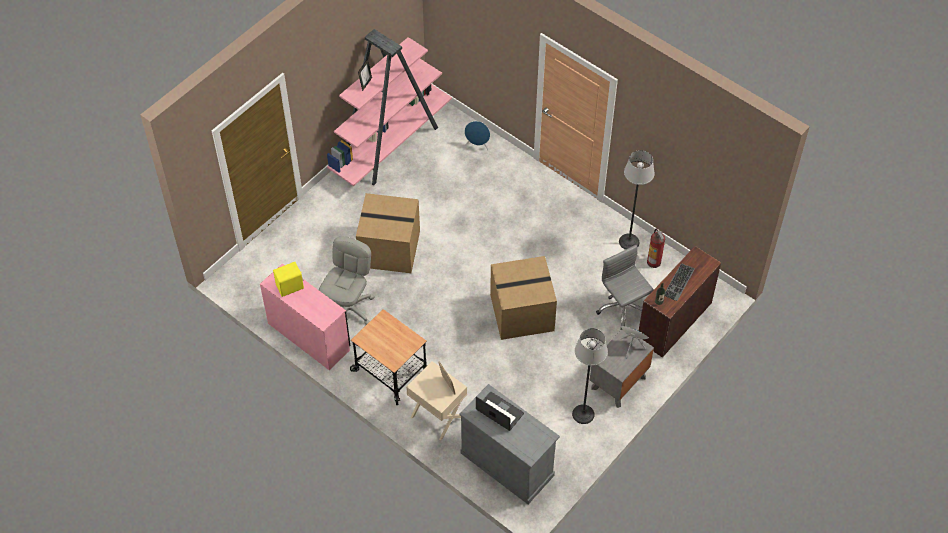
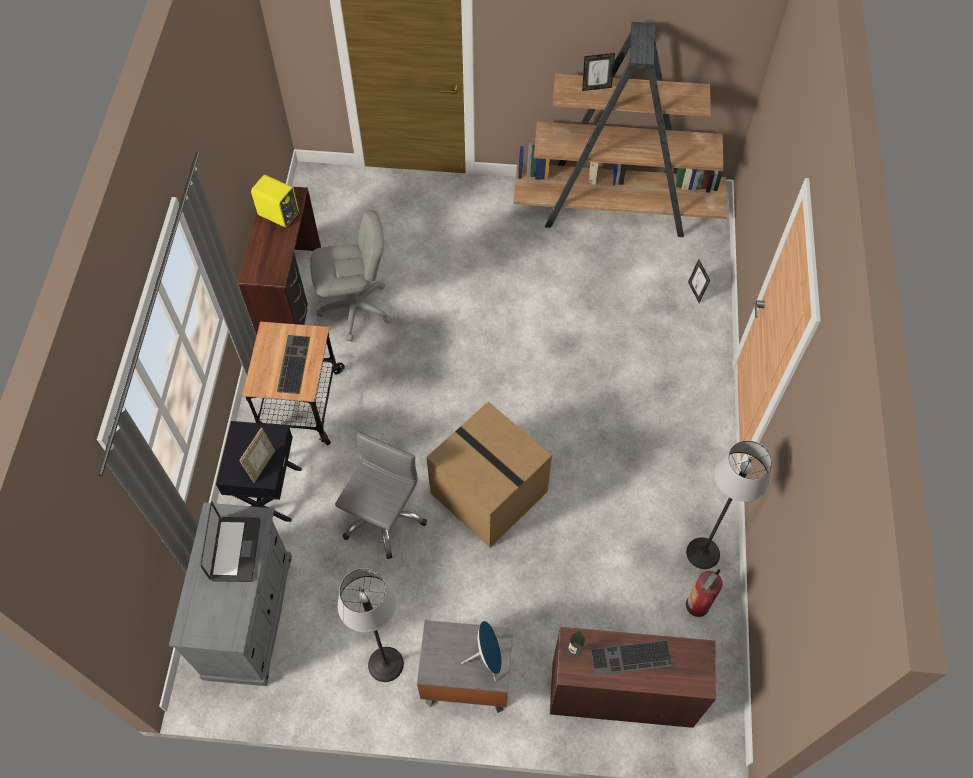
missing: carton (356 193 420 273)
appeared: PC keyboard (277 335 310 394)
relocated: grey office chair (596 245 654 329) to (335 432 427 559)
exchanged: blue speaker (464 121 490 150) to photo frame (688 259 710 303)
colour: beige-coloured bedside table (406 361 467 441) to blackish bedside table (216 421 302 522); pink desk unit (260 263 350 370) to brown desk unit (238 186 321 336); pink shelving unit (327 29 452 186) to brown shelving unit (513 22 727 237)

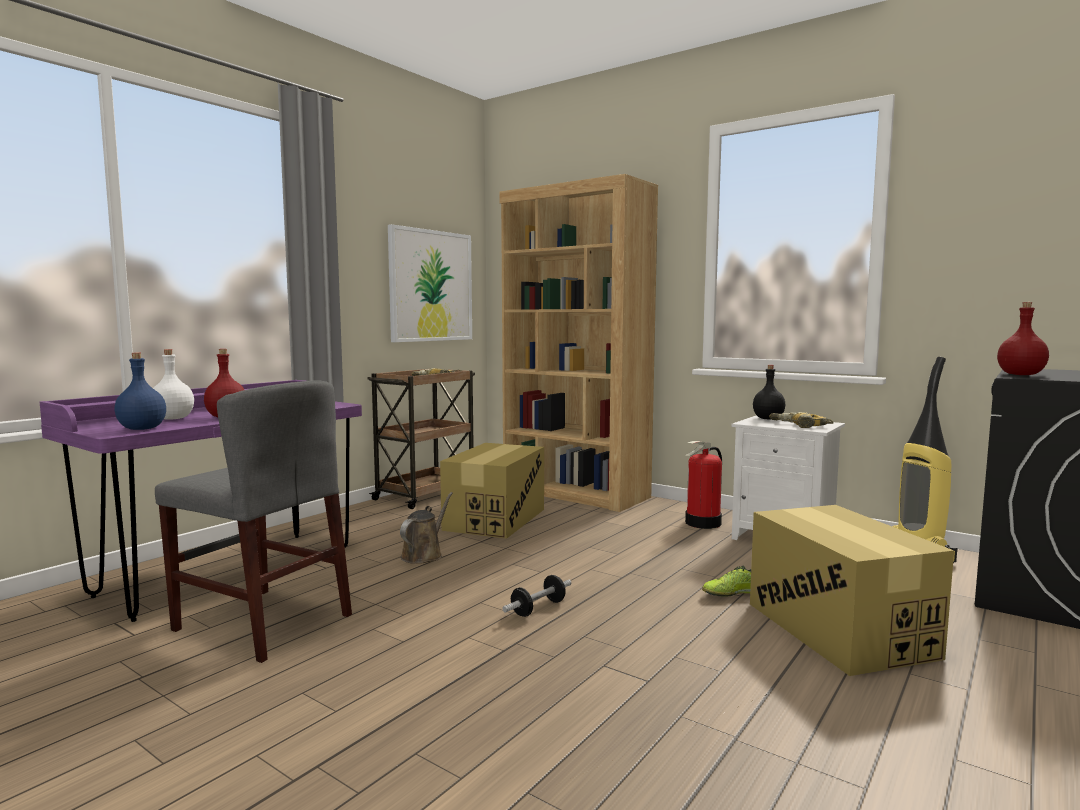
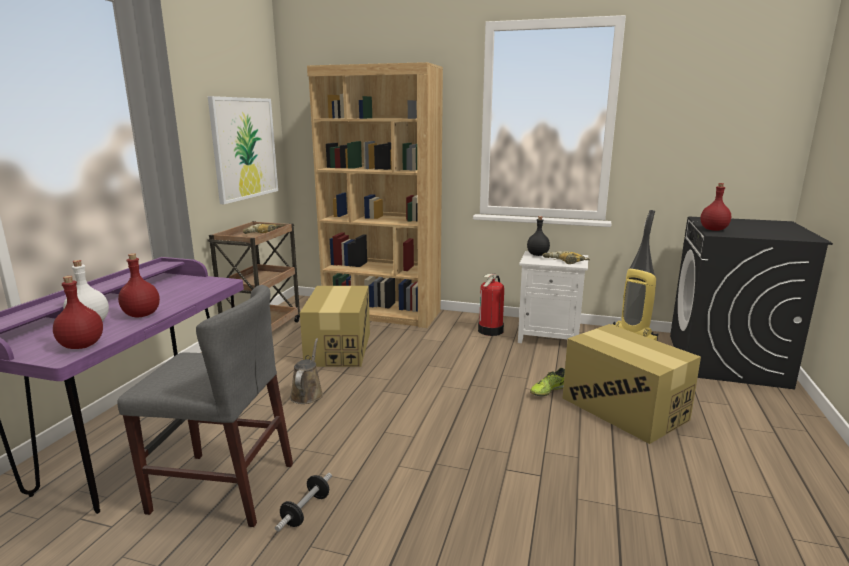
relocated: hand weight (502 575 571 617) to (275 473 332 532)
colour: blue bottle (115 353 166 430) to red-coloured bottle (53 276 103 349)

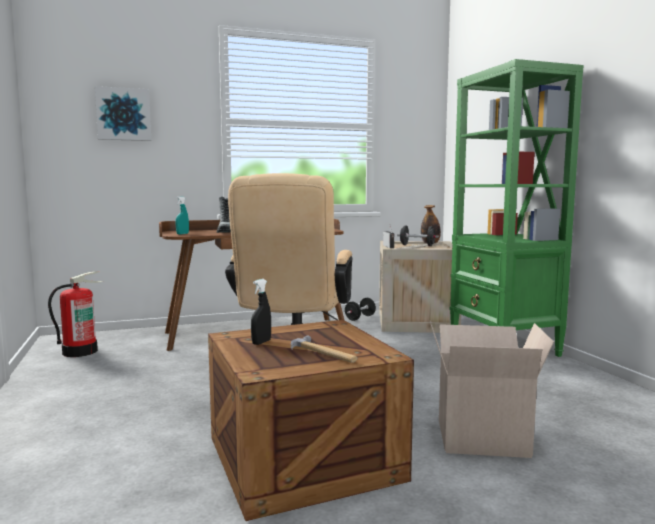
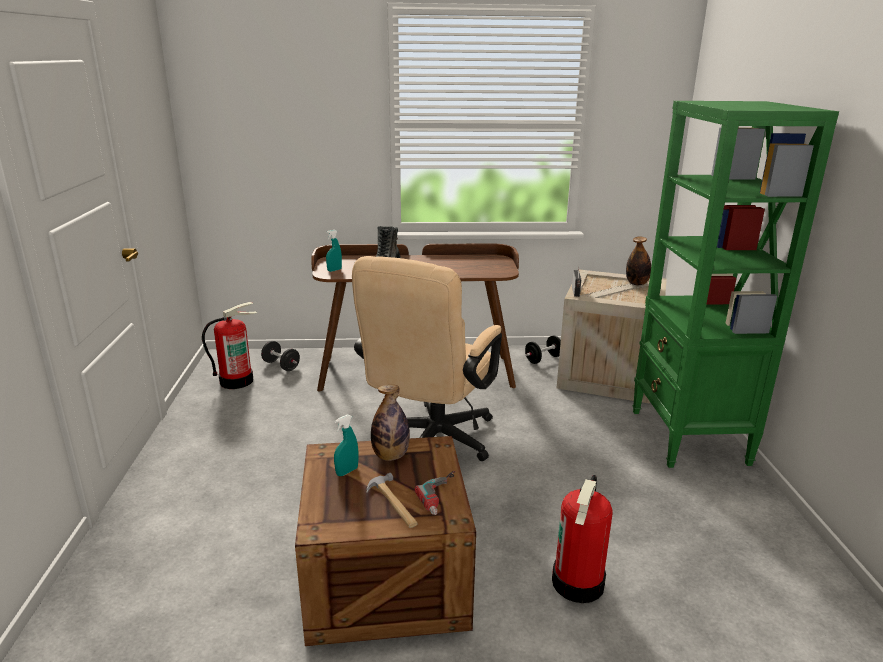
missing: wall art (95 86 151 141)
appeared: bottle (371 385 410 461); electric drill (415 471 456 515)
relocated: blackish hand weight (397 226 439 246) to (261 341 300 371)
exchanged: carton (430 321 554 458) to extinguisher (552 475 613 603)
colour: blackish sprayer (251 279 271 345) to blue-green sprayer (334 414 358 476)

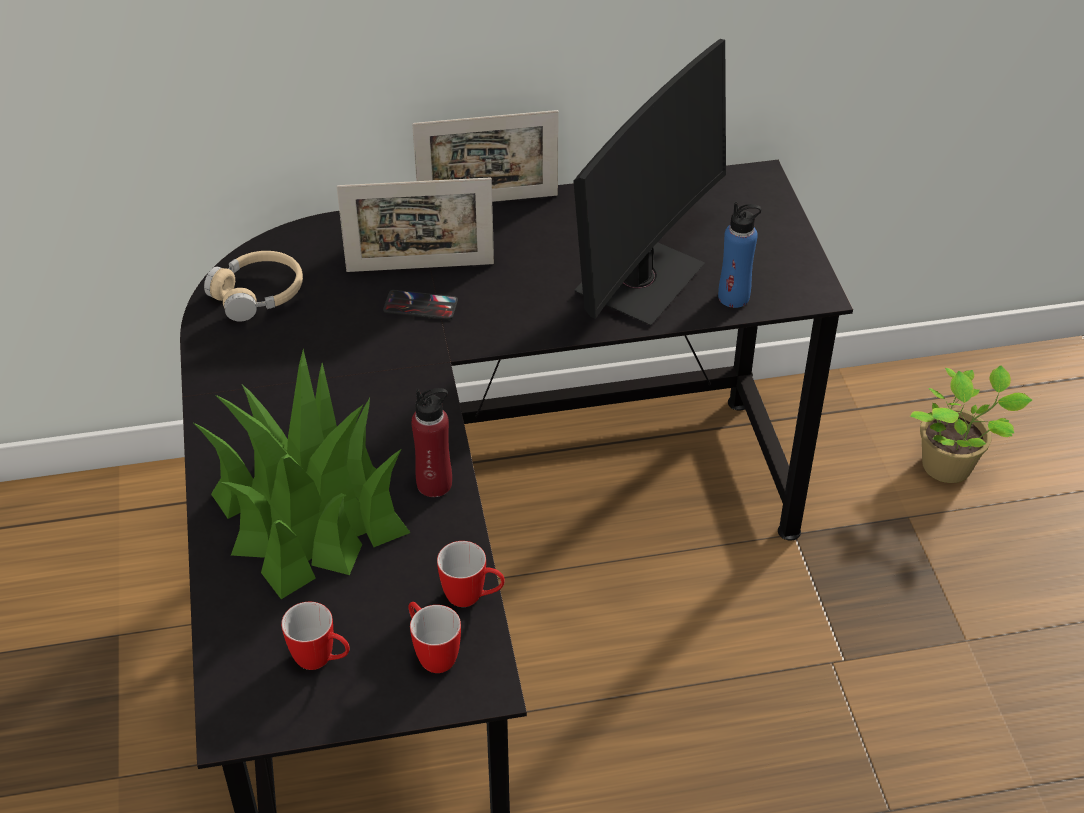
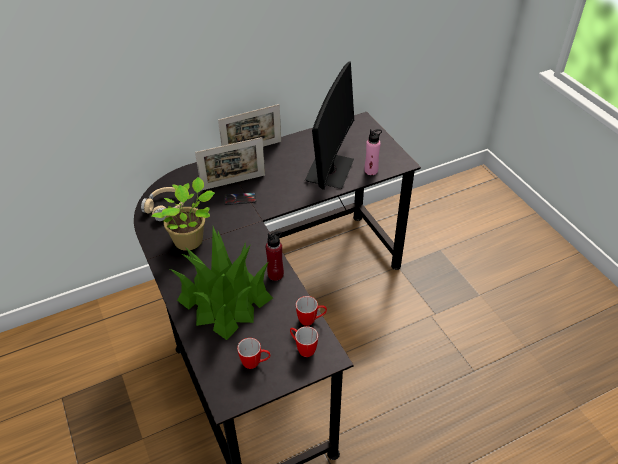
relocated: plant in a pot (910 365 1032 483) to (151 177 215 251)
colour: blue bottle (718 201 762 308) to pink bottle (364 129 382 175)

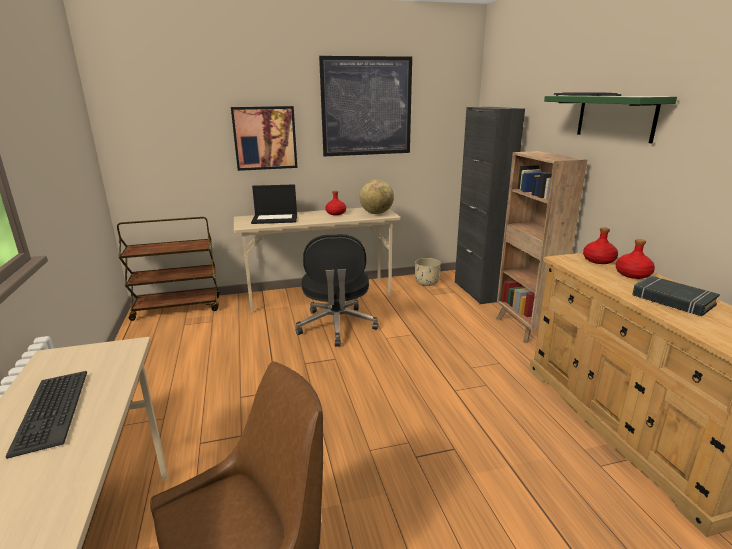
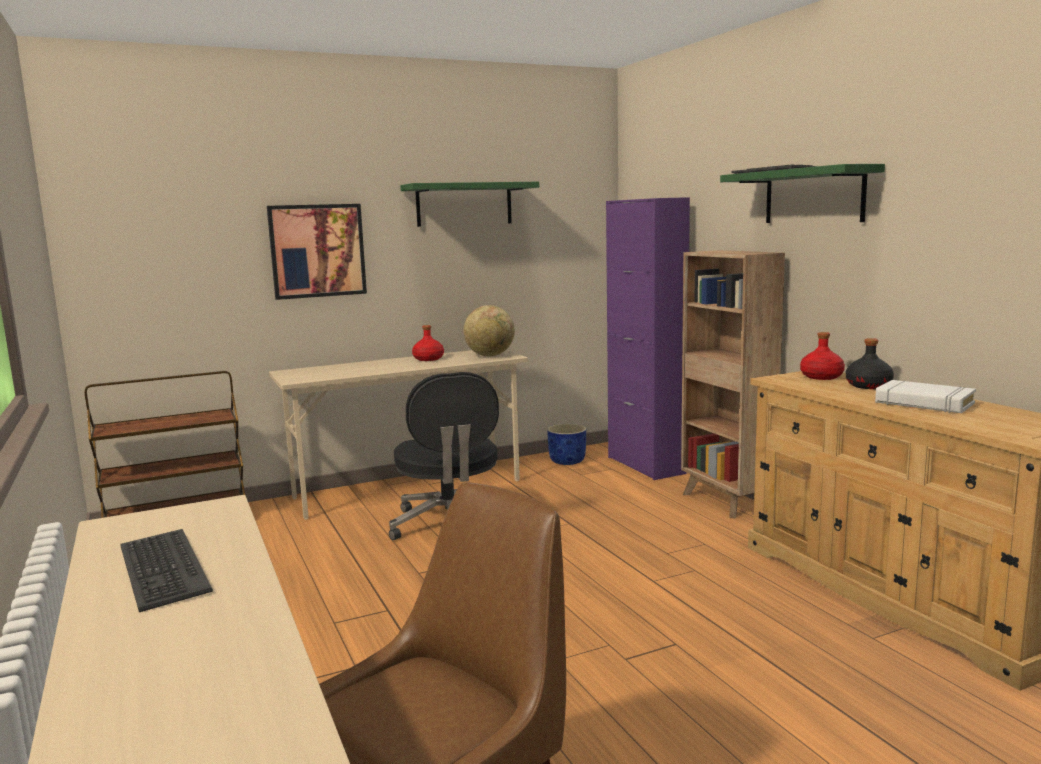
missing: portable computer (251 184 297 224)
exchanged: wall art (319 56 412 156) to green-coloured wall shelf (400 182 539 227)
colour: beige-coloured flower pot (415 258 441 286) to blue flower pot (547 424 586 465); blackish storage cabinet (455 107 525 304) to purplish storage cabinet (606 197 690 480); red-coloured bottle (616 239 655 279) to blackish bottle (846 338 894 389); blackish volume (632 276 720 316) to white volume (875 380 976 413)

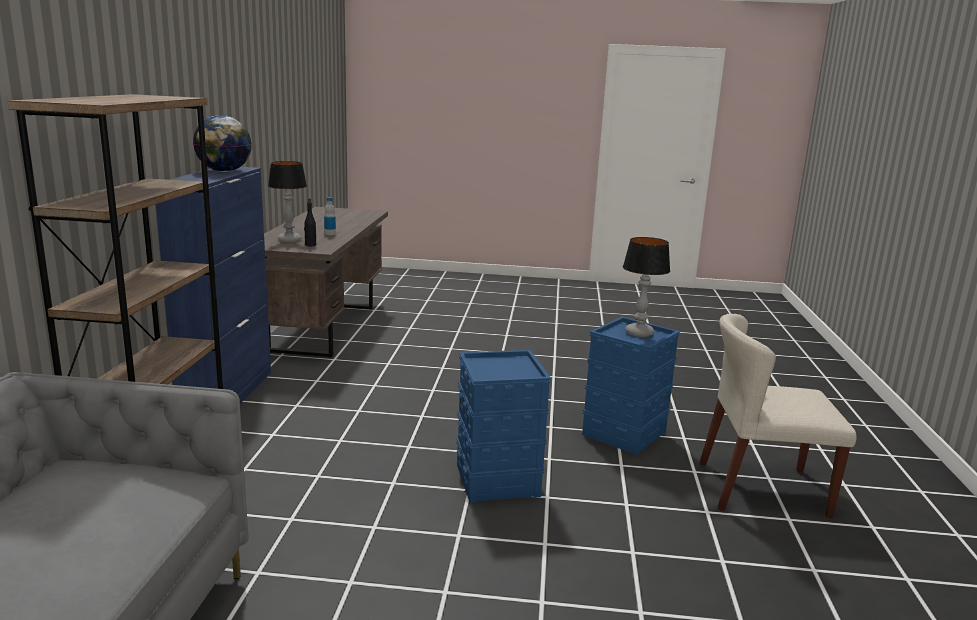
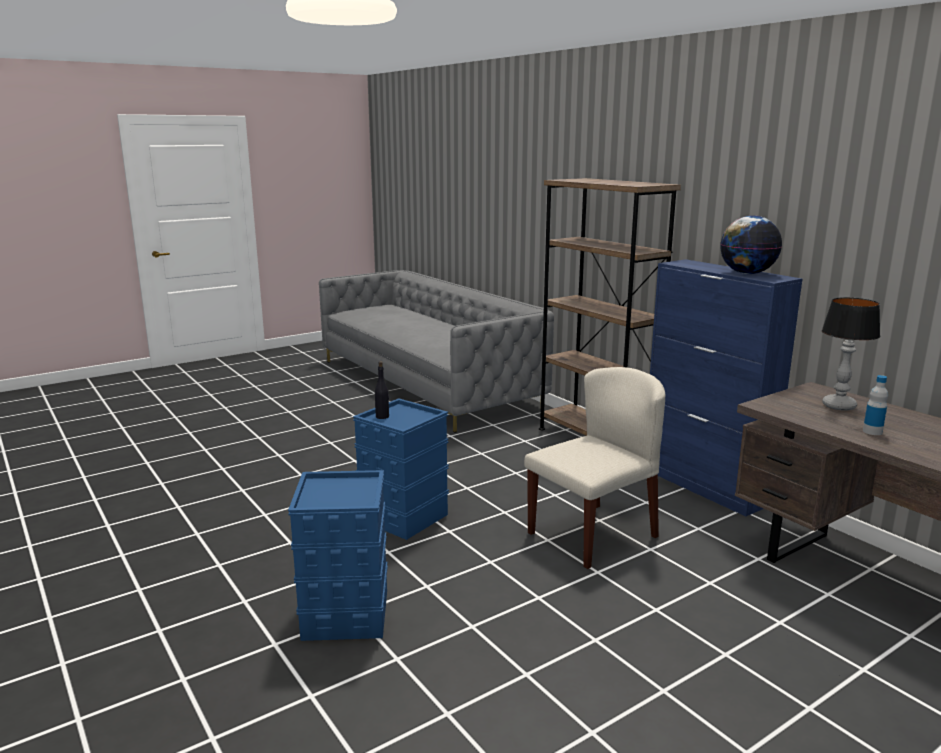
missing: lamp for a table (623 237 670 337)
relocated: blackish bottle (304 198 316 246) to (375 361 389 419); beige-coloured chair (700 314 857 518) to (524 367 665 569)

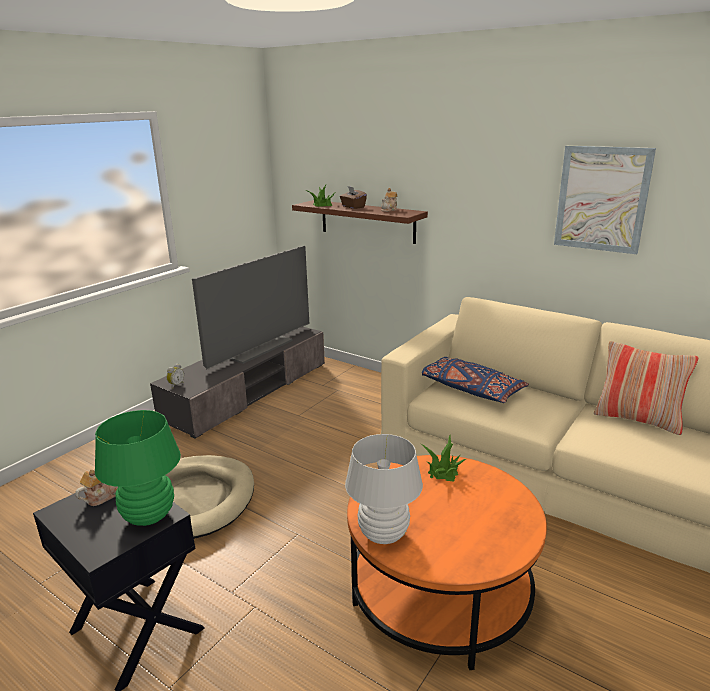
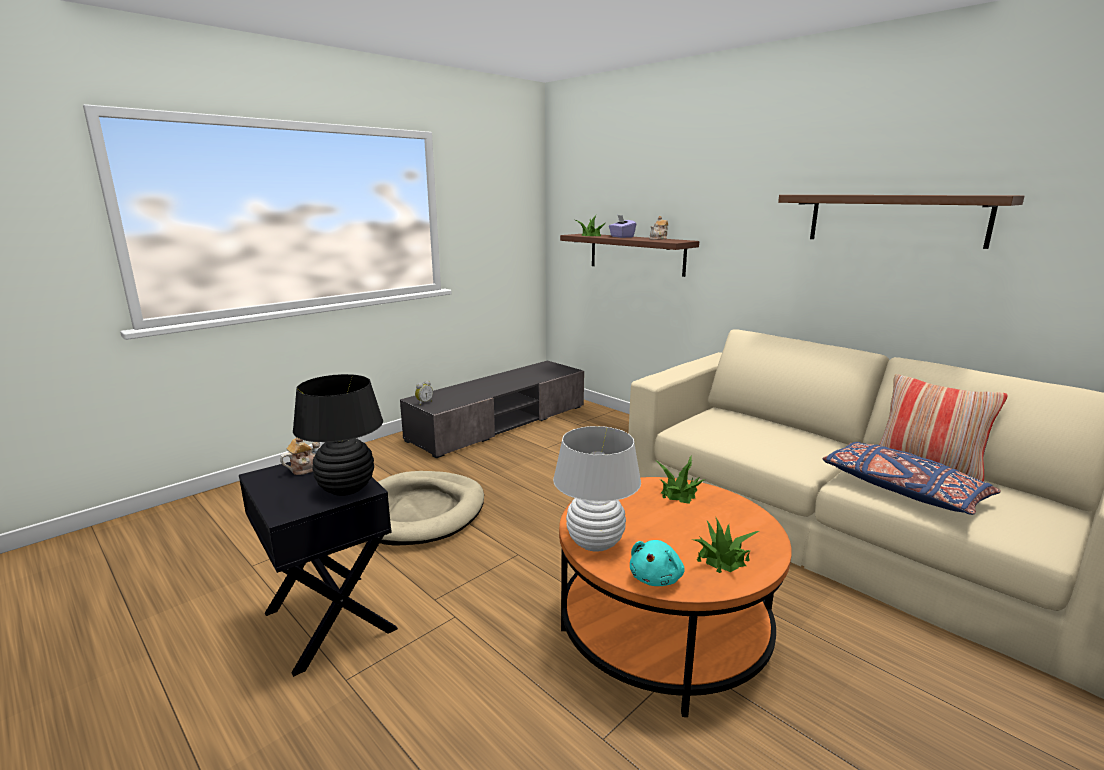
missing: TV (192 246 309 370)
appeared: blue-green plush toy (630 540 685 586); plant in a pot (692 518 759 573)
relocated: blue throw pillow (422 357 529 403) to (823 442 1001 515)
exchanged: wall art (554 146 656 254) to brown wall shelf (778 195 1024 249)
colour: green-coloured lamp for a table (95 410 181 526) to blackish lamp for a table (293 374 383 496); brown tissue box (340 186 367 209) to purplish tissue box (609 215 636 238)

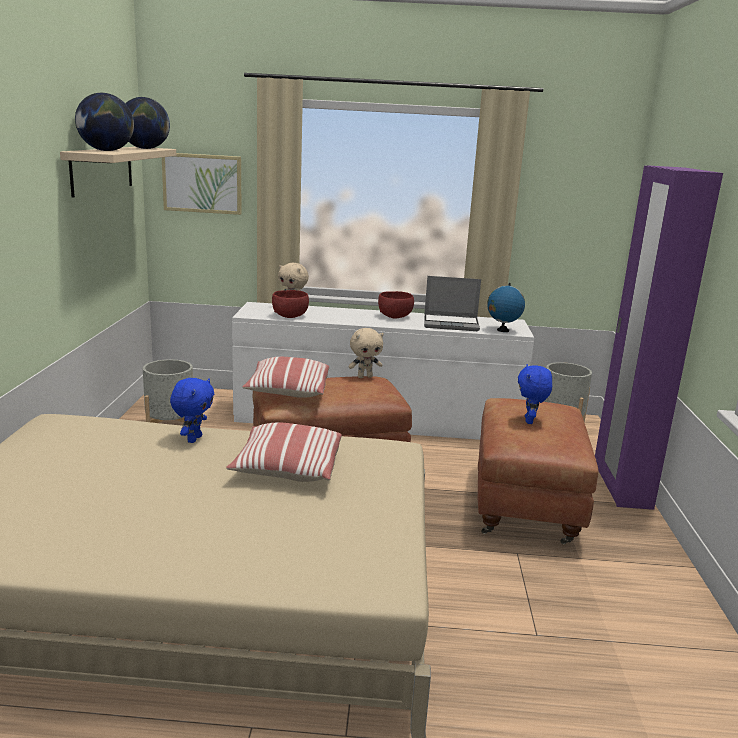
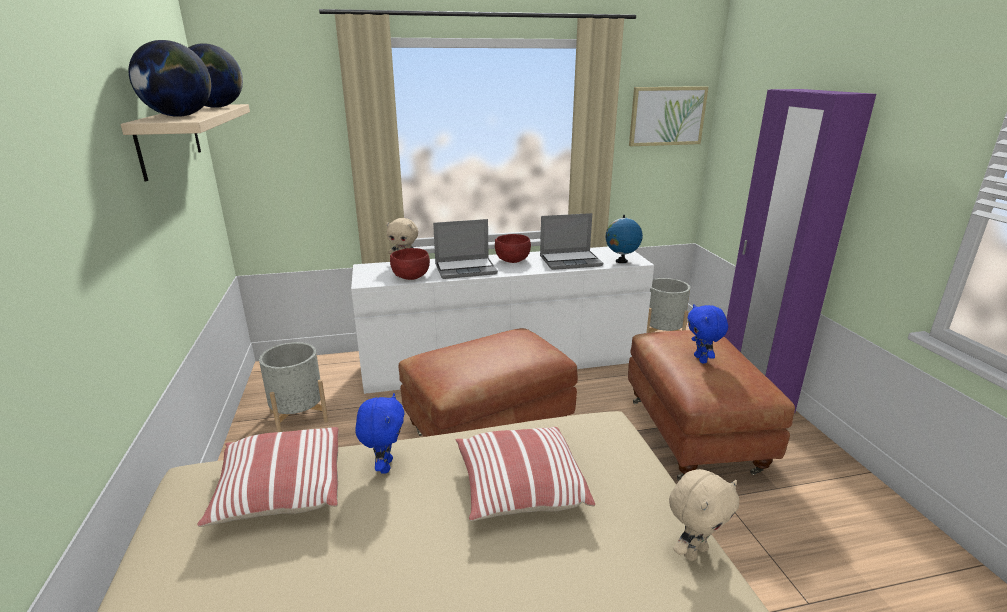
appeared: portable computer (433 219 498 279)
relocated: throw pillow (242 357 329 398) to (197 427 339 527); wall art (162 153 242 215) to (629 86 708 146); beige-coloured plush toy (348 328 384 378) to (669 469 739 561)

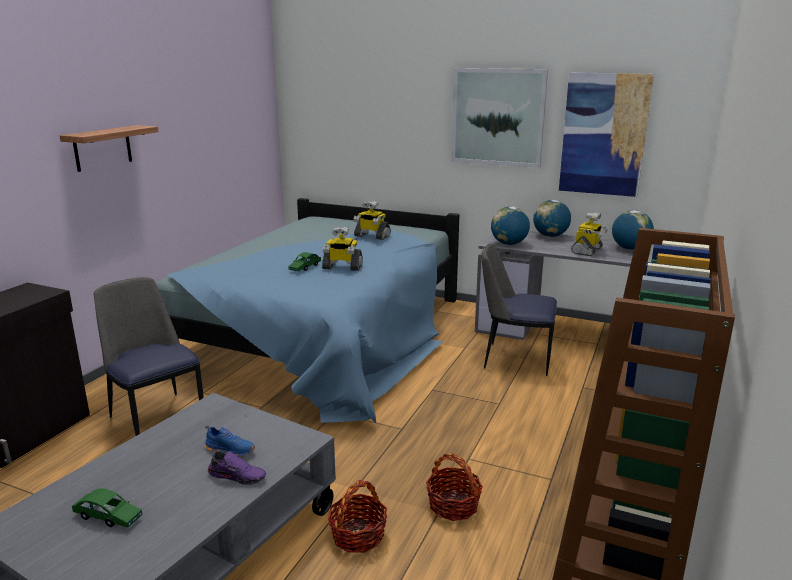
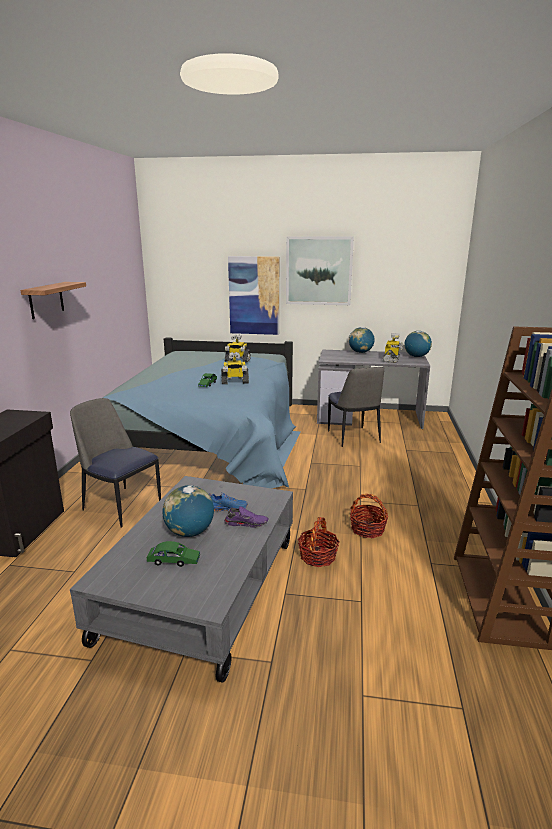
relocated: desk globe (491 206 530 245) to (162 485 214 537); wall art (559 73 654 197) to (228 256 279 335)
spun: chair (482 243 557 376) = (328 367 384 447) 105 degrees counterclockwise

